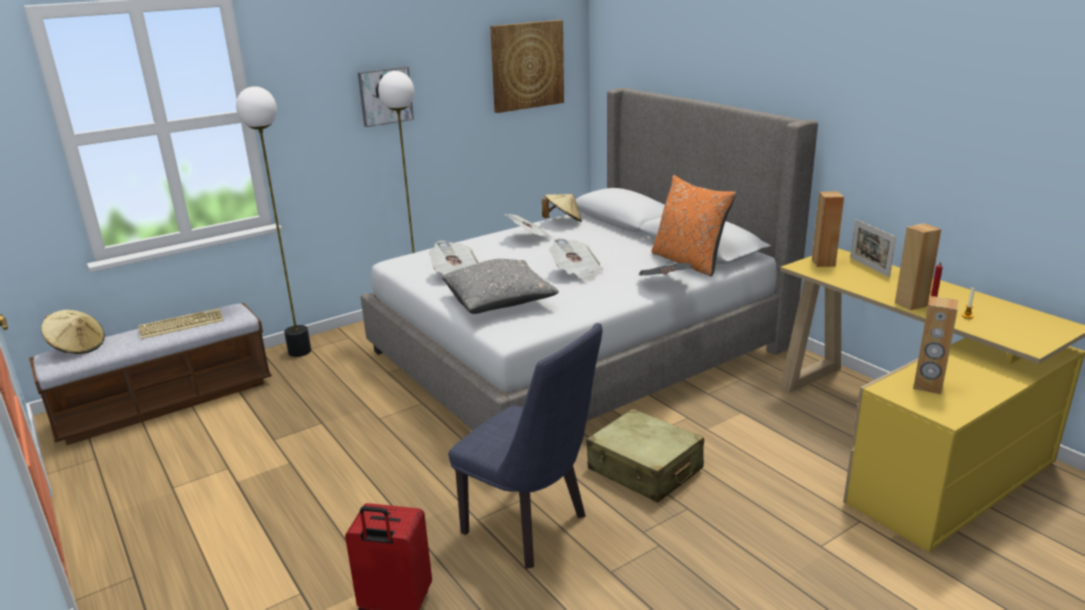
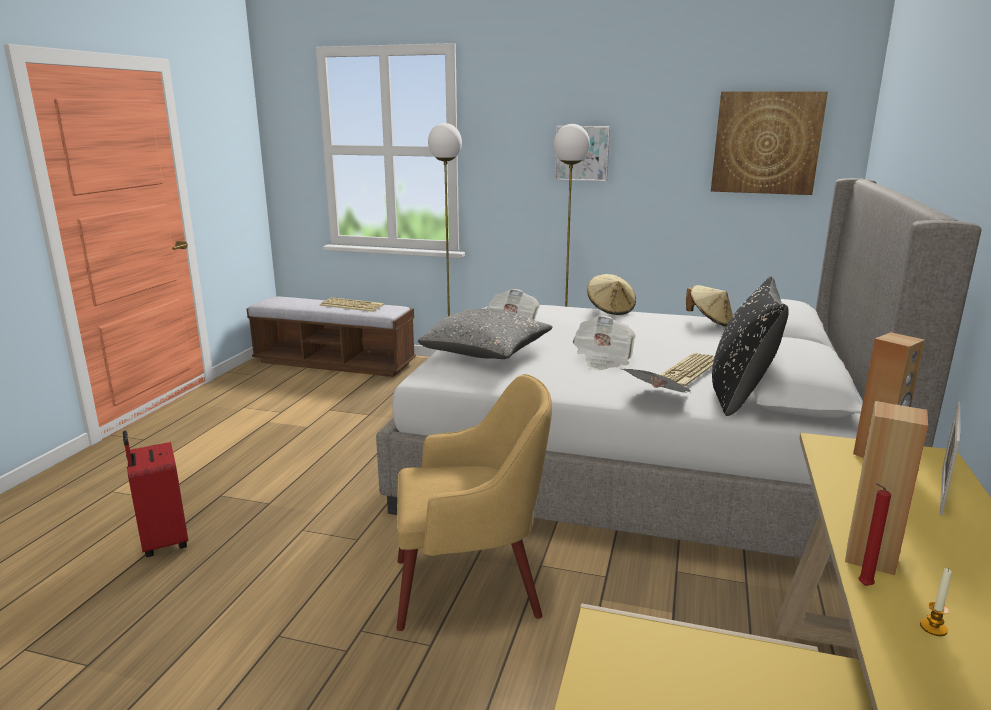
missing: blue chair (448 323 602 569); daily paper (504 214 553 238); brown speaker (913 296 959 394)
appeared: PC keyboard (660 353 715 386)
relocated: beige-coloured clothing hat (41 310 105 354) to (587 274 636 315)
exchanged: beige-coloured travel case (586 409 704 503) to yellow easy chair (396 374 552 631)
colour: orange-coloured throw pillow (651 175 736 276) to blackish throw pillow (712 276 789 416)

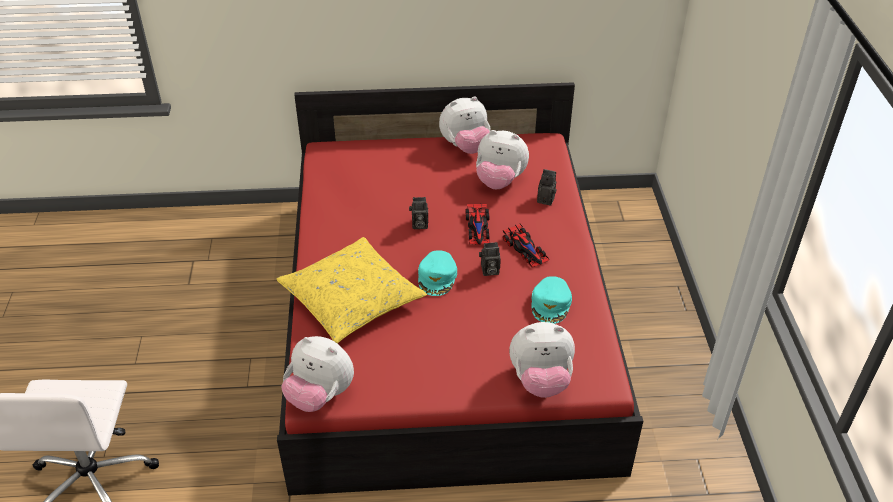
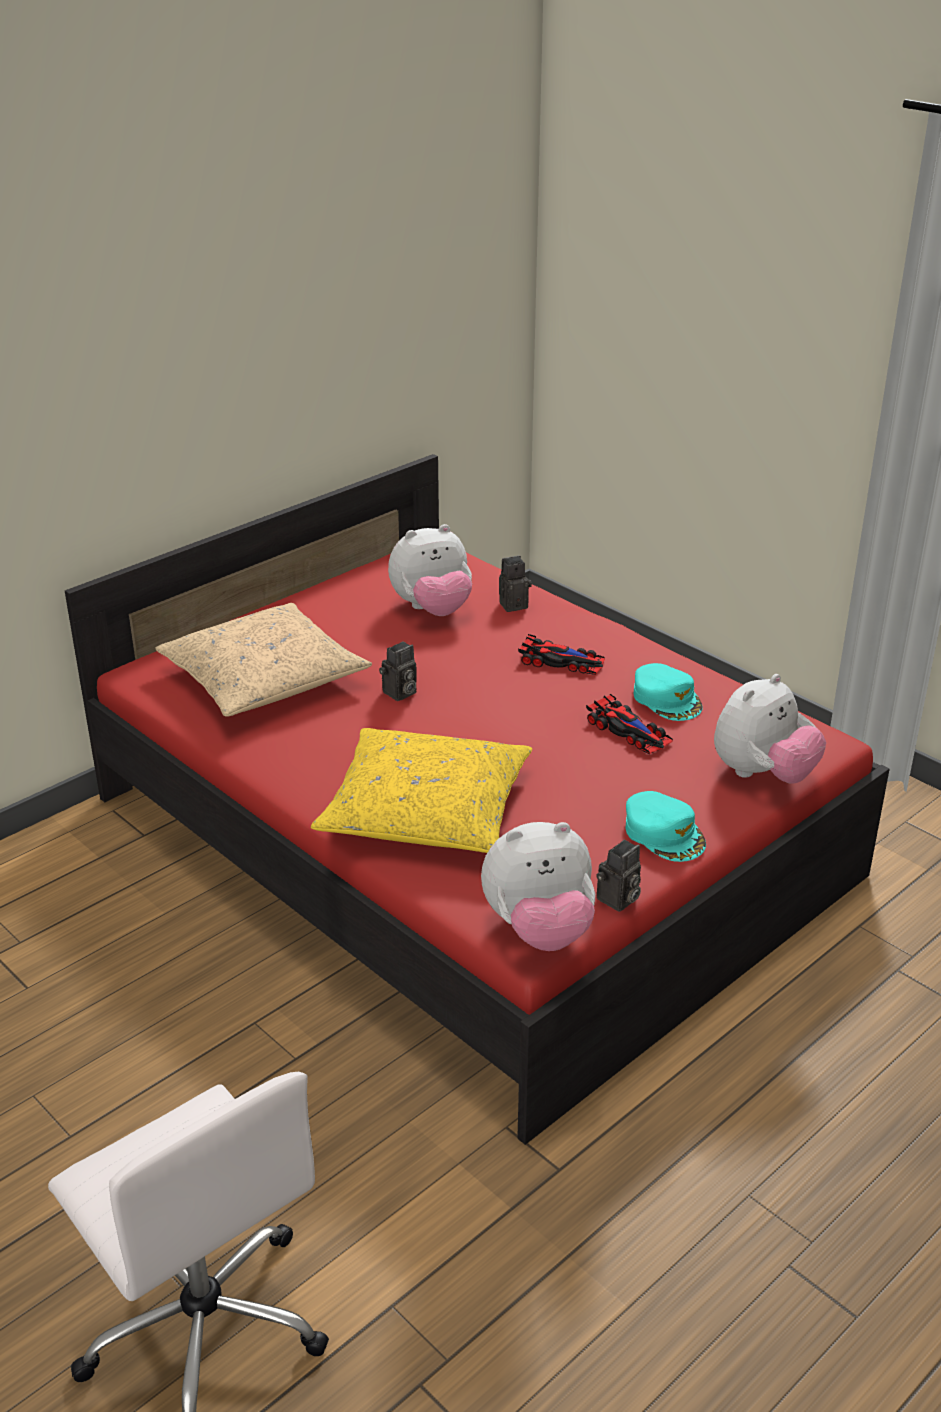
missing: plush toy (439 96 491 154)
appeared: beige-coloured throw pillow (155 603 372 717)
relocated: model car (466 204 490 245) to (586 694 673 754); still camera (479 242 501 276) to (597 840 641 912); blue-green cap (418 250 457 296) to (626 791 706 862)

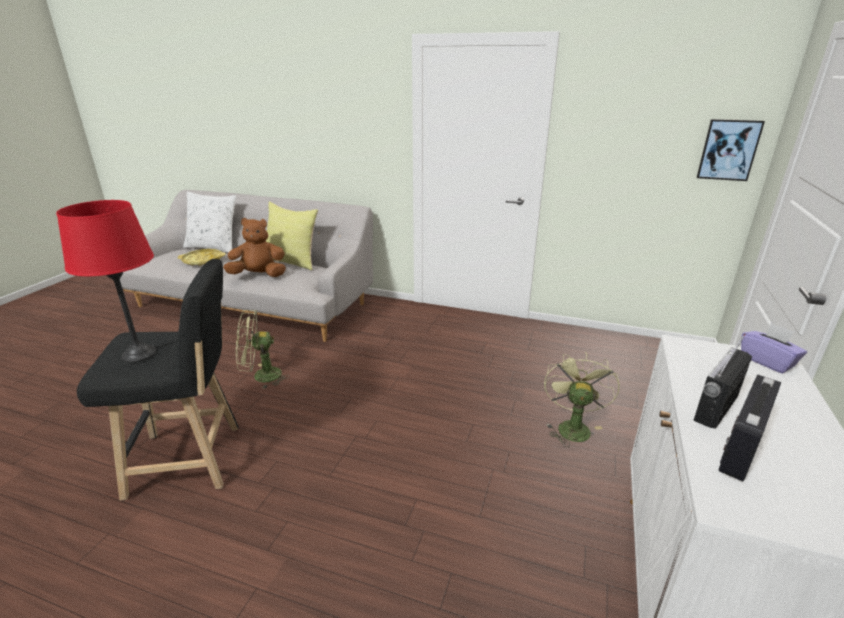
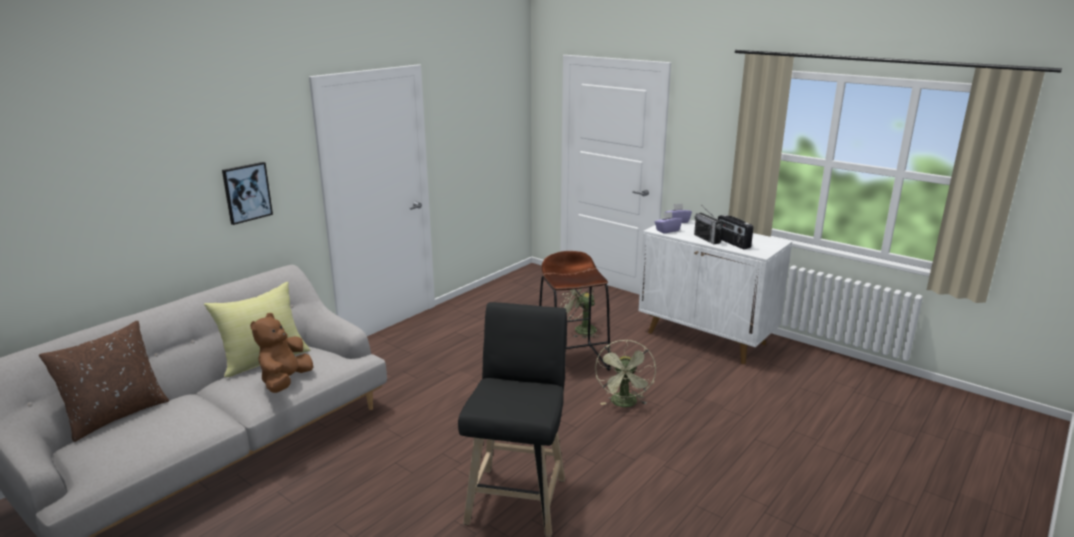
missing: red-coloured lamp for a table (56 200 156 362); yellow serving tray (177 249 226 266)
appeared: brown sitting stool (539 251 611 371); purplish tissue box (655 212 682 233)
relocated: wall art (697 119 765 181) to (222 162 273 225); green-coloured electric fan (236 310 290 389) to (595 340 656 407)
colour: white throw pillow (183 191 236 253) to brown throw pillow (39 320 169 442)

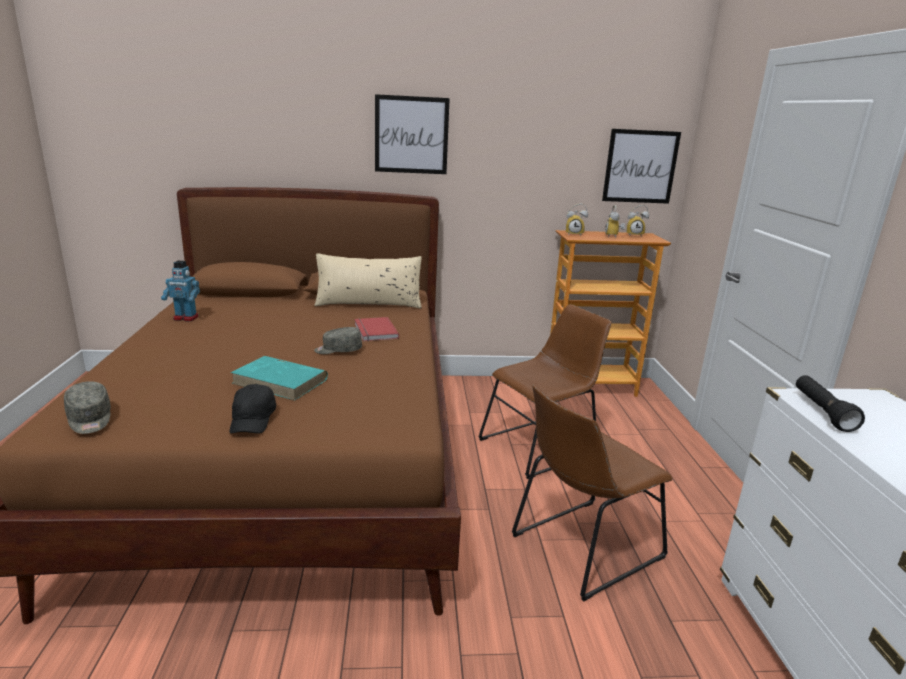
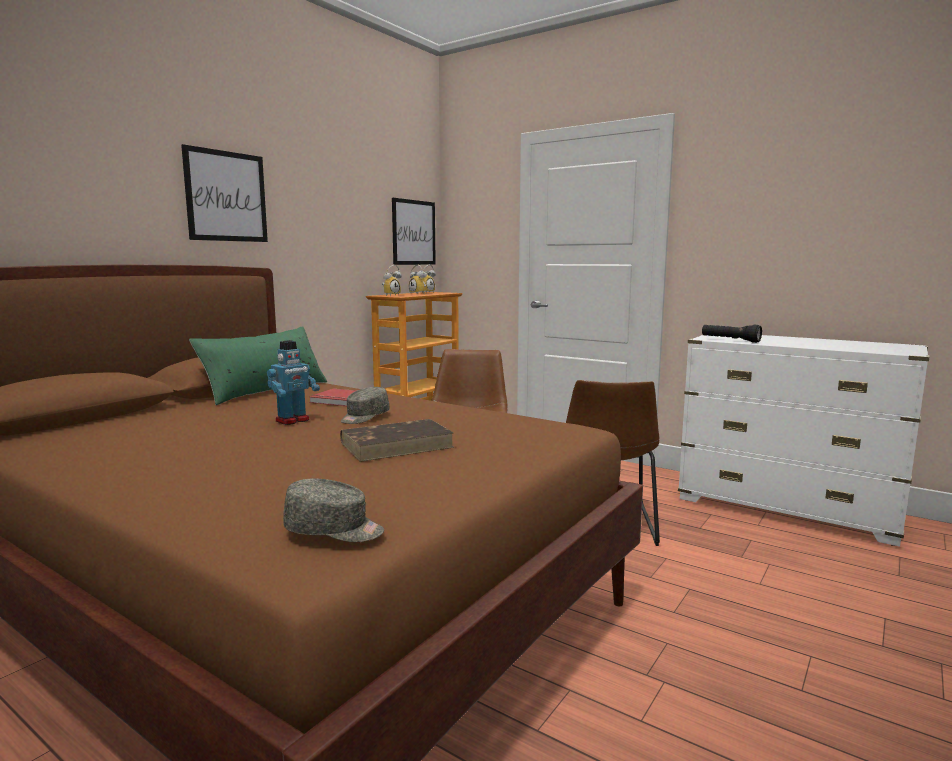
missing: blackish cap (229 384 276 434)
relocated: model robot (161 261 200 321) to (267 340 320 425)
colour: beige-coloured throw pillow (314 253 422 309) to green-coloured throw pillow (189 326 327 405); blue-green volume (231 356 328 401) to brown volume (340 419 454 462)

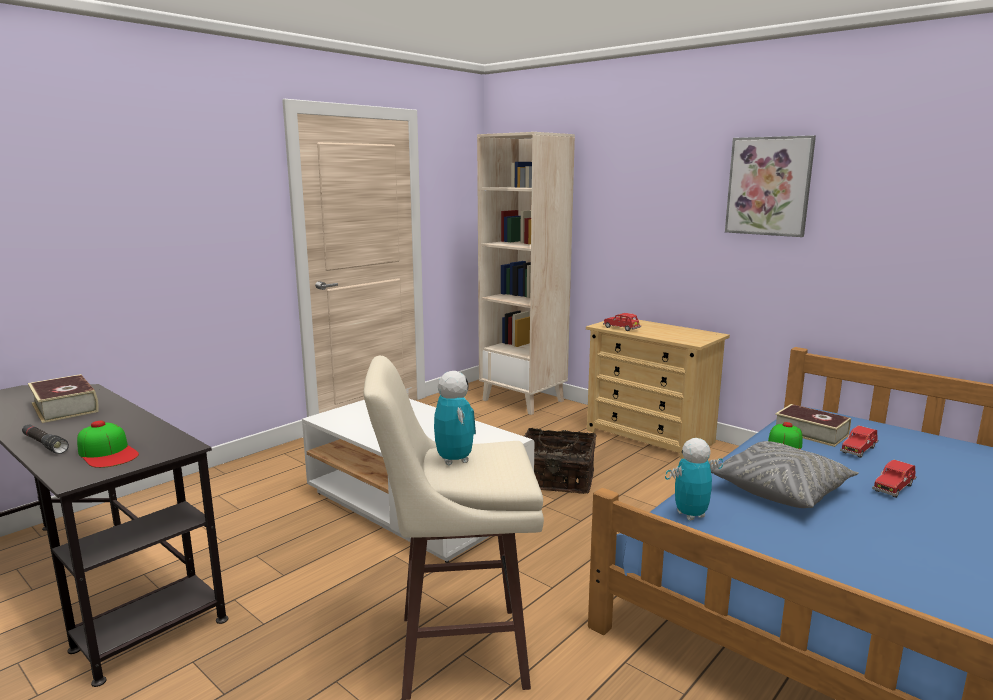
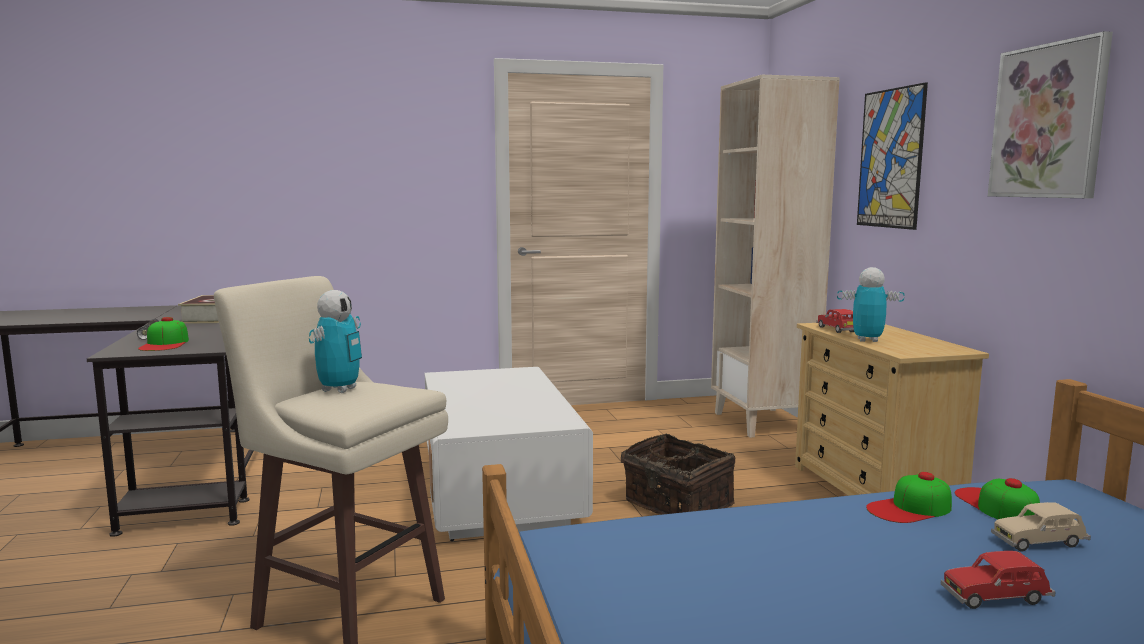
missing: grey throw pillow (711 441 859 508)
appeared: wall art (857 82 928 230)
relocated: model robot (665 438 723 521) to (837 267 904 342)
exchanged: volume (775 404 851 447) to cap (955 478 1040 519)
colour: red-coloured model car (840 425 878 458) to beige-coloured model car (991 502 1091 552)

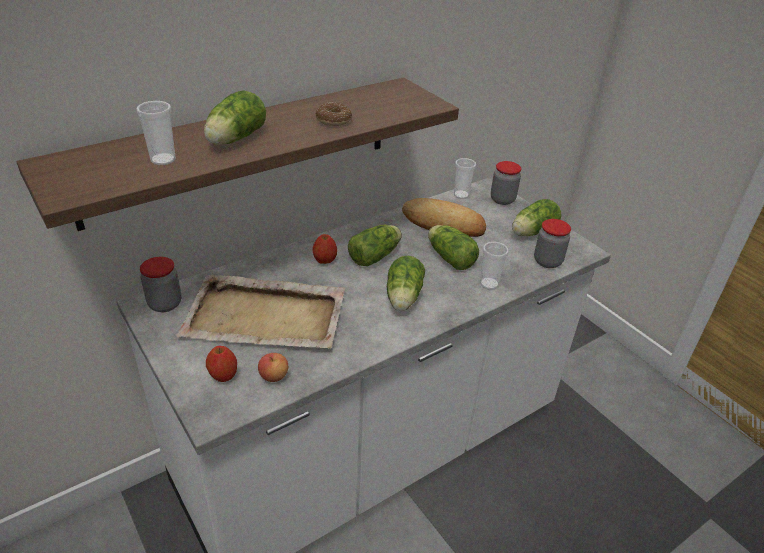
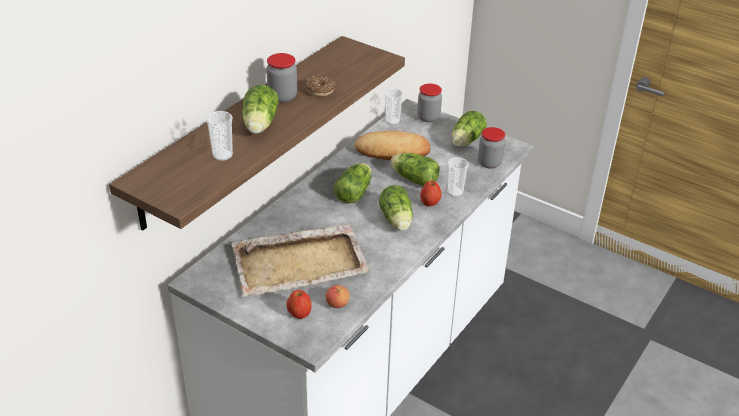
relocated: preserve jar (140 257 181 312) to (266 53 297 103); apple fruit (313 234 337 264) to (420 181 442 206)

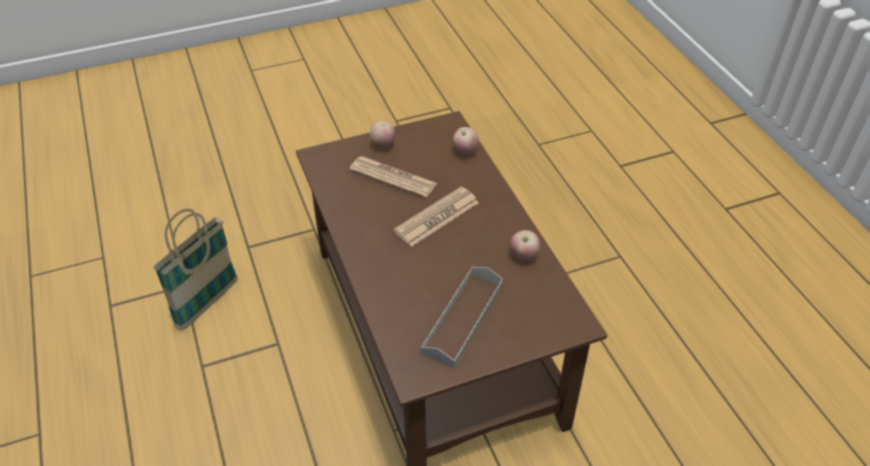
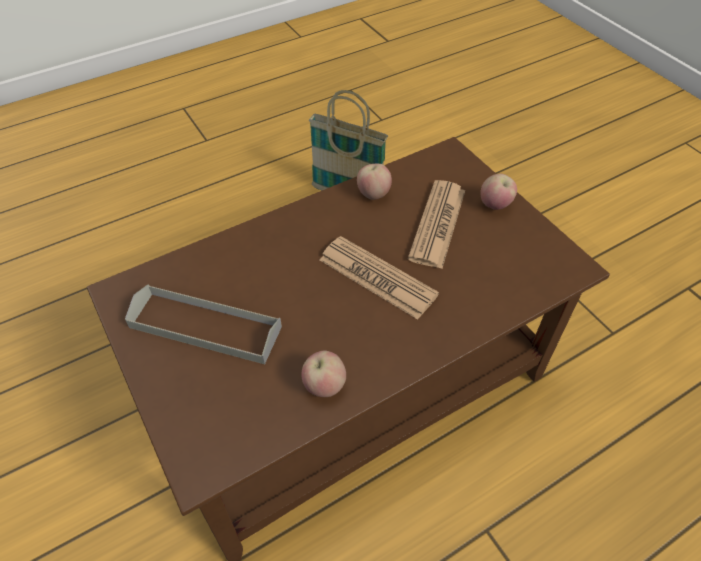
relocated: apple fruit (453 127 479 155) to (357 164 392 200)

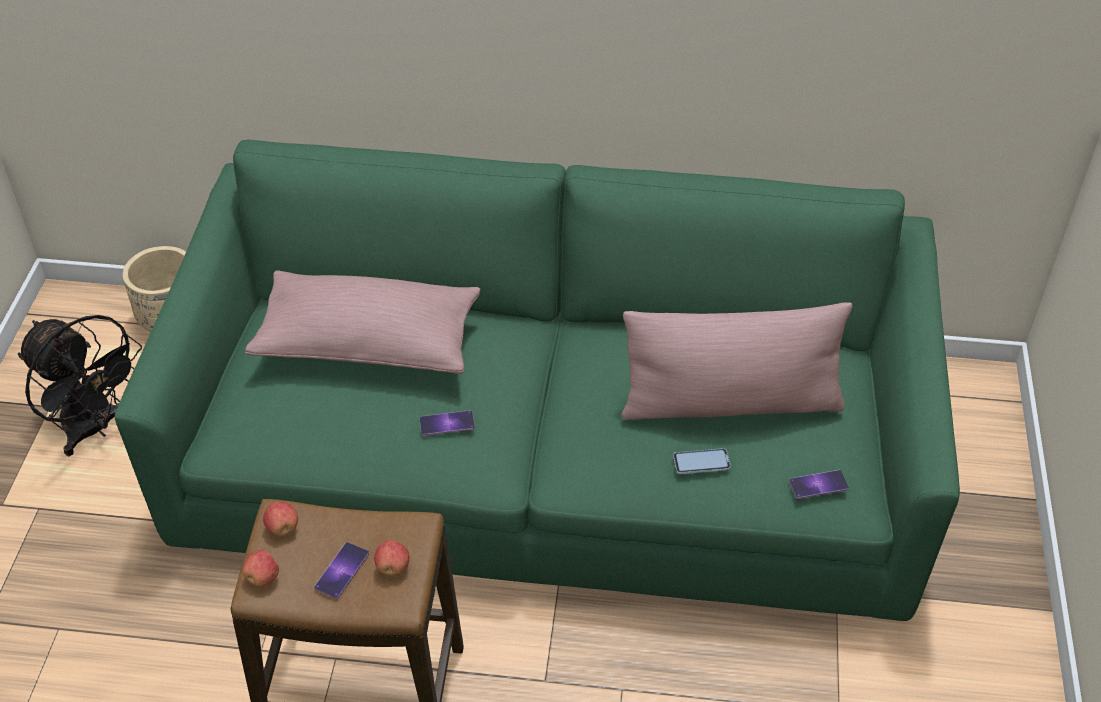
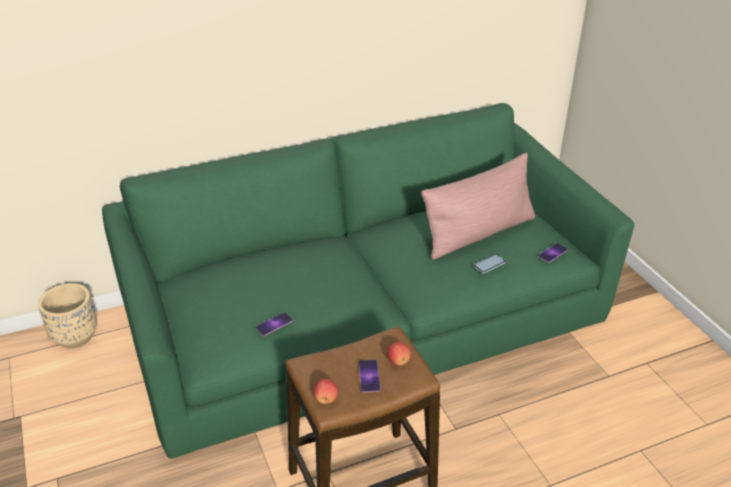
missing: blackish electric fan (18 315 142 456); pink throw pillow (245 270 480 374); apple fruit (263 502 298 536)
relocated: handset (420 410 475 436) to (255 312 293 336)

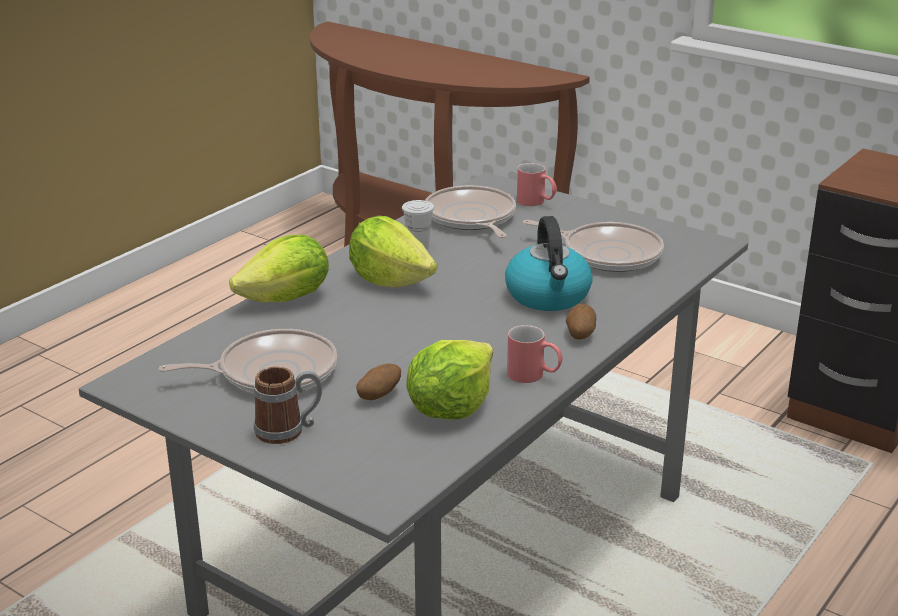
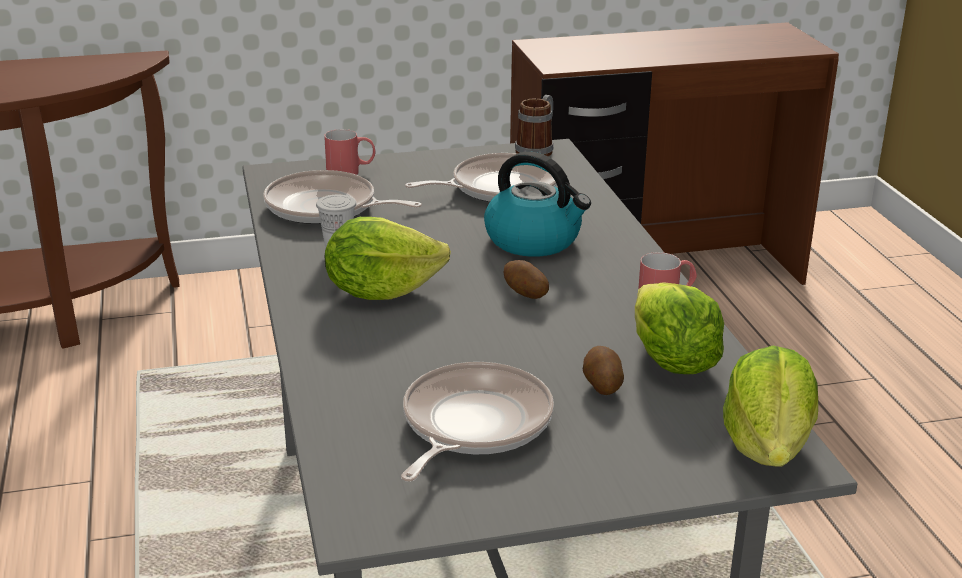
relocated: spud (566 303 596 340) to (504 260 549 299); coffee mug (254 367 322 444) to (515 95 553 156); head of lettuce (229 235 329 302) to (723 346 818 466)

